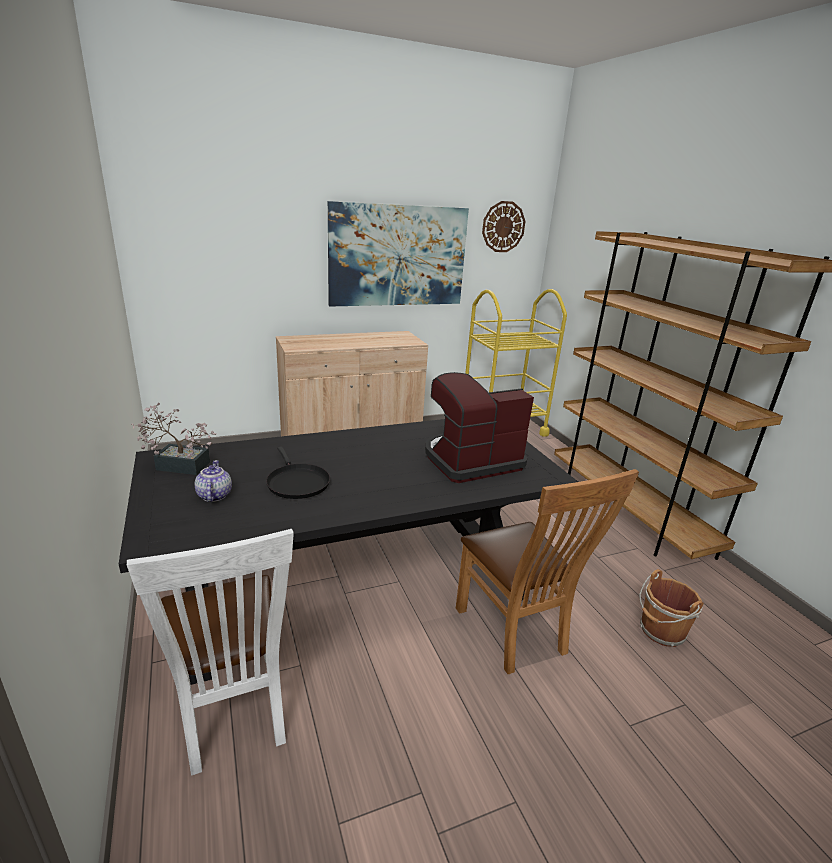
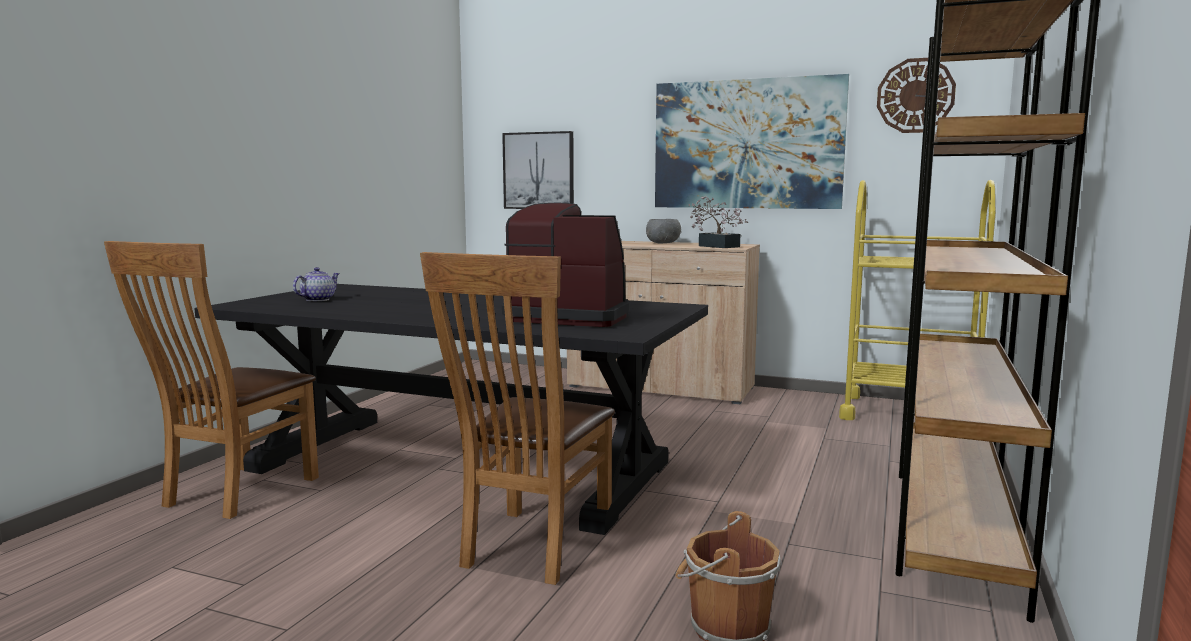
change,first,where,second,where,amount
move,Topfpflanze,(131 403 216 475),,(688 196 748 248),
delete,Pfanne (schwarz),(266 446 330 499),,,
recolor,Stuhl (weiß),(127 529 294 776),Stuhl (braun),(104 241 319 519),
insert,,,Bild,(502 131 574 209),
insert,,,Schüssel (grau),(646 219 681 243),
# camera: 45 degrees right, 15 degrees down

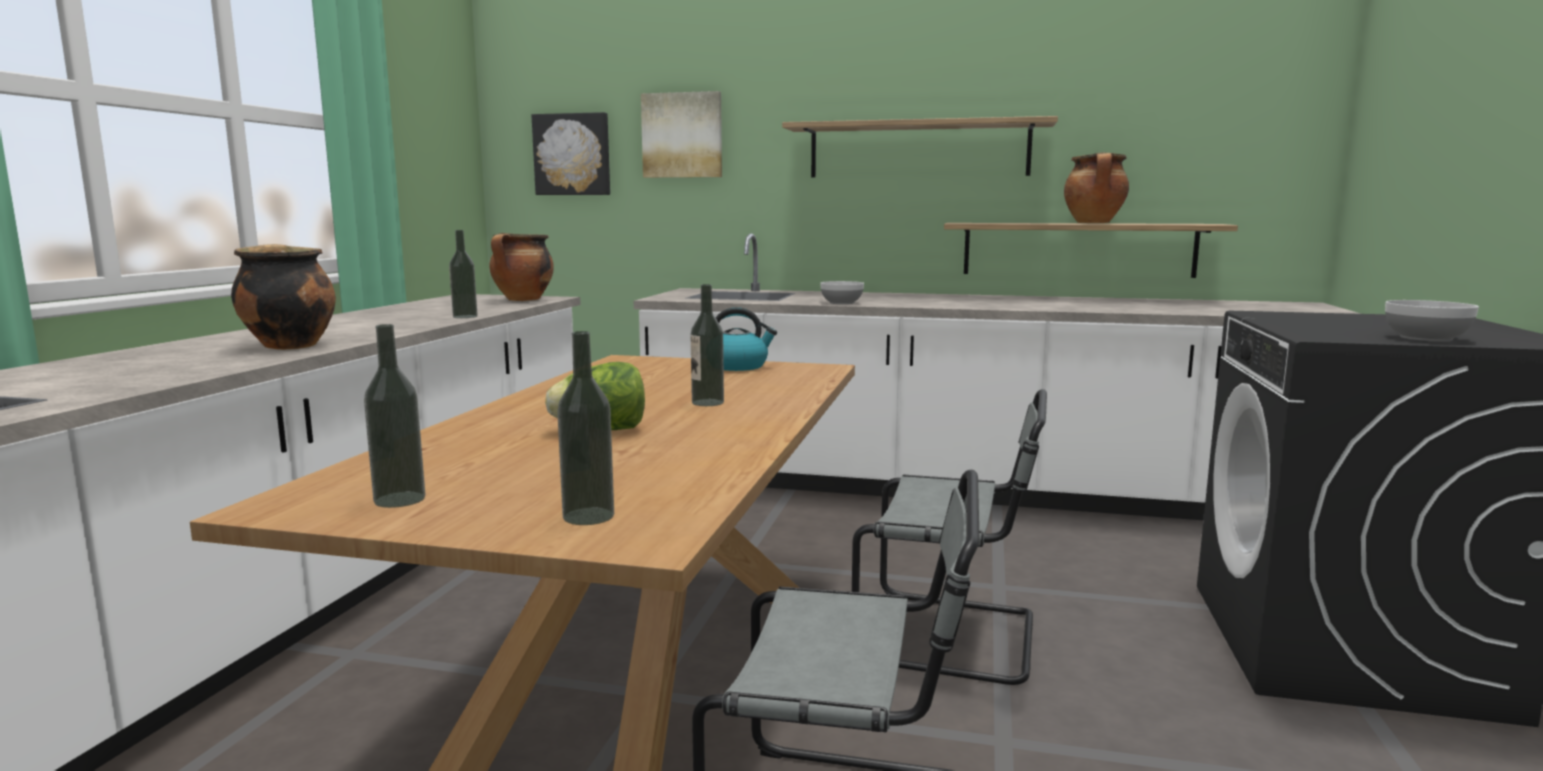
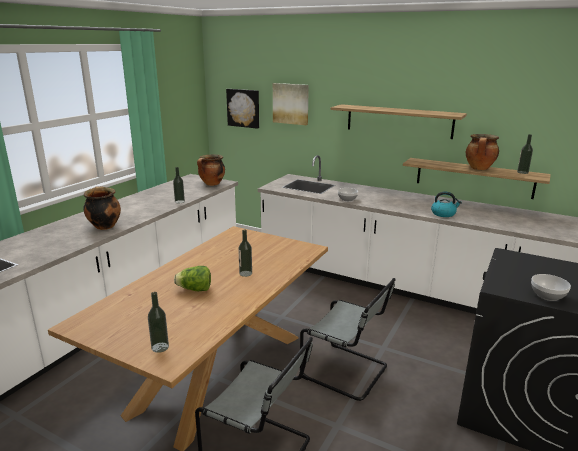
change,first,where,second,where,amount
move,Wasserkessel,(716 307 777 371),,(431 191 462 217),
move,Flasche,(364 324 425 508),,(517 134 533 174),
# camera: 15 degrees right, 10 degrees up

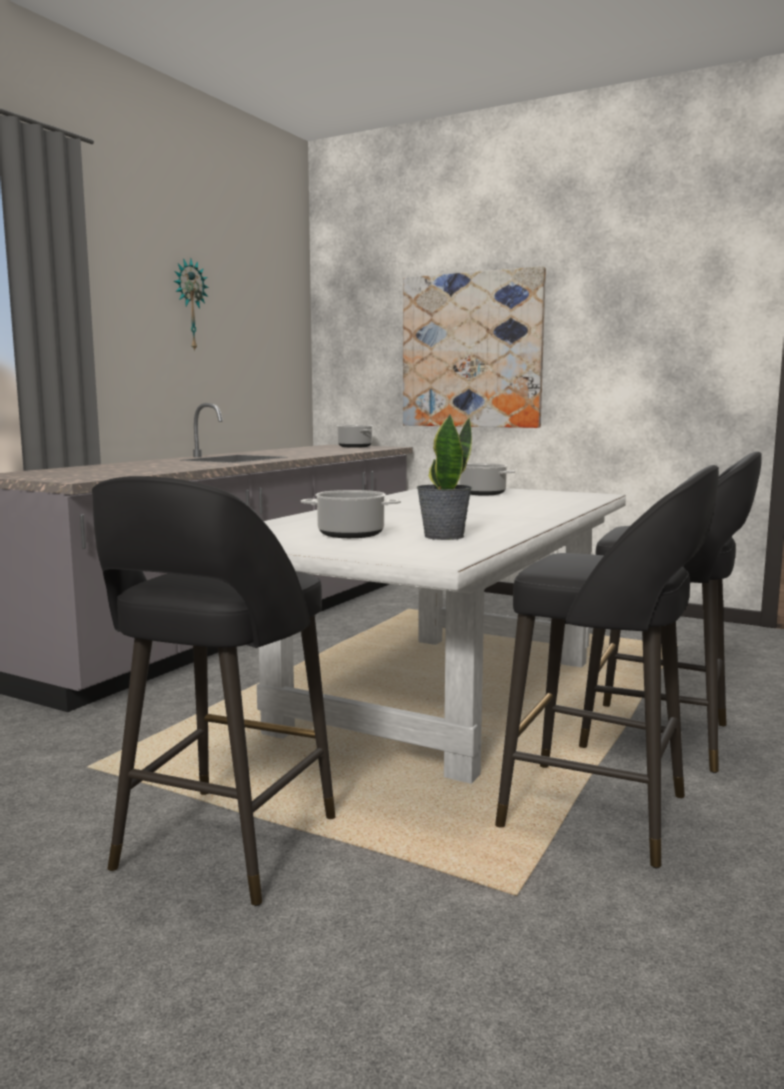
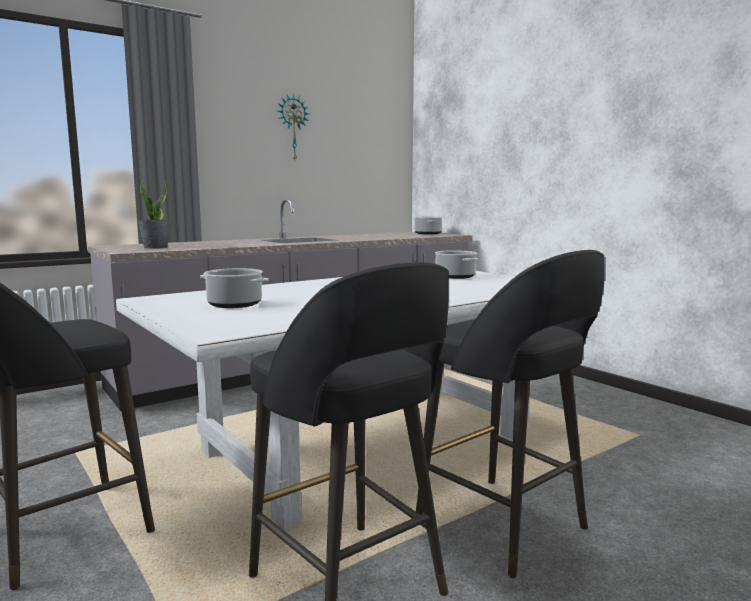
change,first,where,second,where,amount
delete,Bild,(403 266 546 428),,,
move,Topfpflanze,(417 415 472 540),,(138 179 170 249),
# camera: 25 degrees right, 0 degrees up

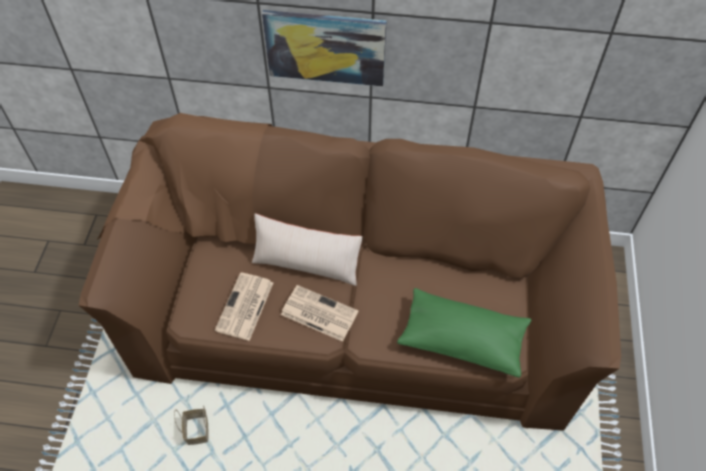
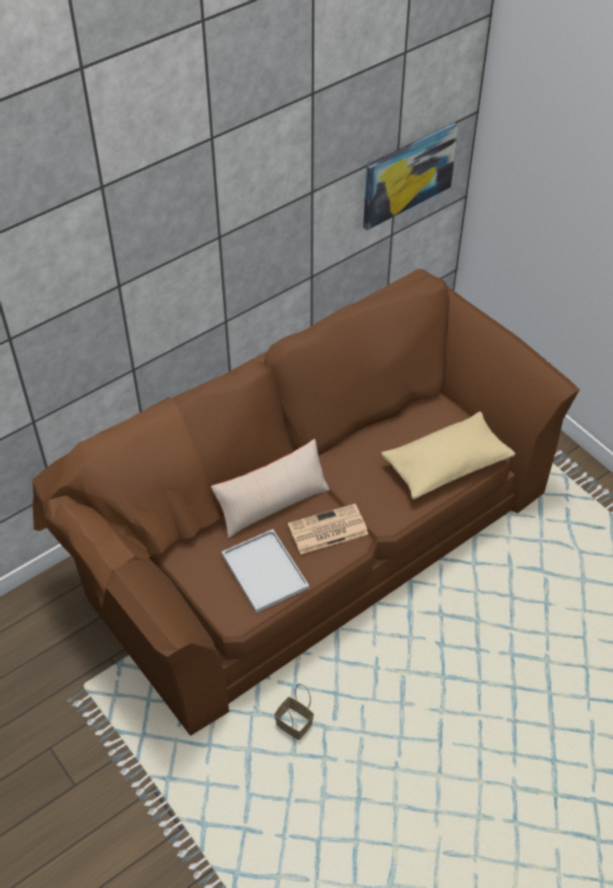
change,first,where,second,where,amount
move,Bild,(262 10 386 86),,(363 123 458 230),
replace,Zeitung,(215 272 273 341),Tablett (weiß),(221 529 309 613),
recolor,Kissen (grün),(397 288 531 378),Kissen (beige),(381 412 515 499),
# camera: 45 degrees left, 5 degrees down

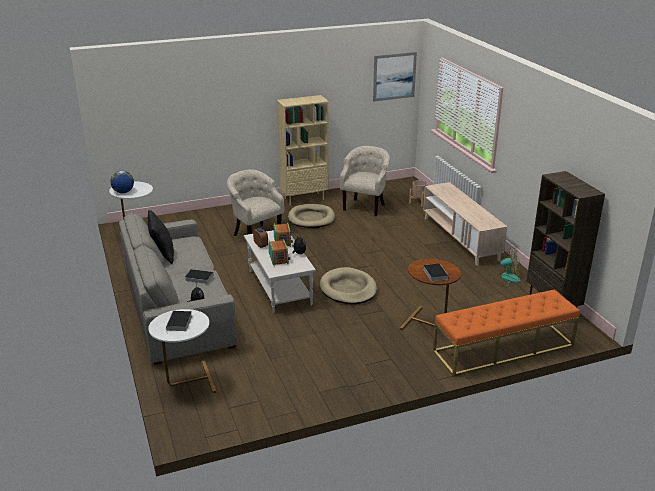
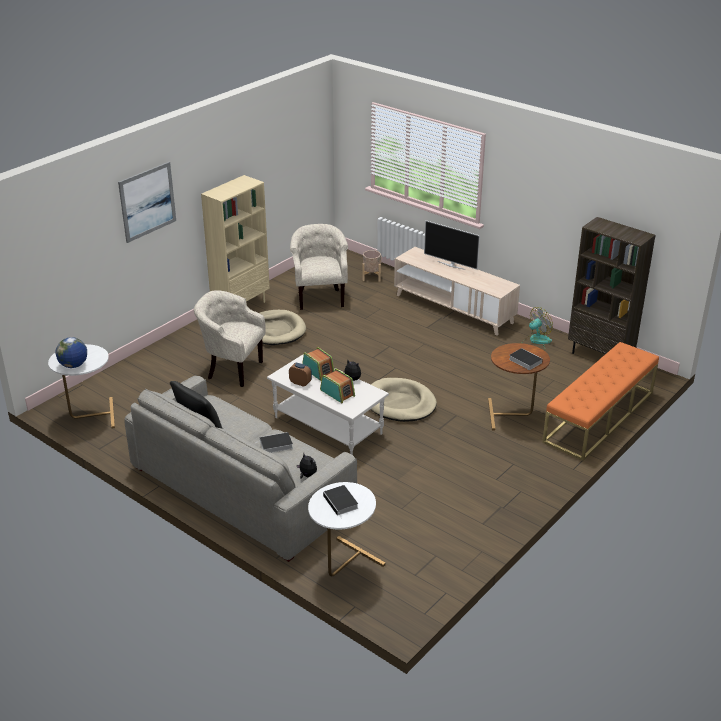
change,first,where,second,where,amount
move,Bild,(373 52 417 102),,(118 162 176 243),
insert,,,Fernseher,(424 220 480 270),
# camera: 30 degrees left, 5 degrees up

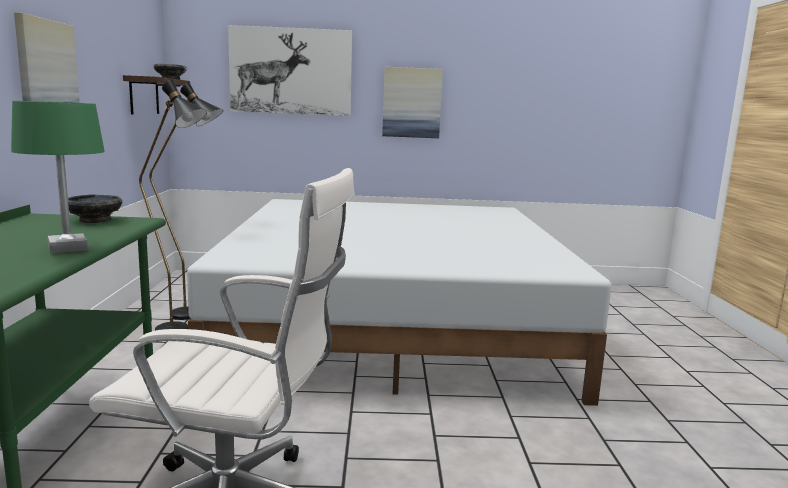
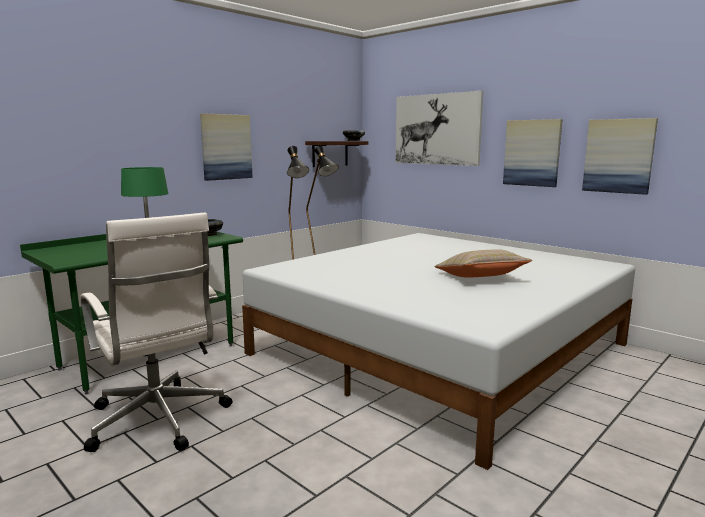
change,first,where,second,where,amount
insert,,,Bild,(582 118 658 195),
insert,,,Kissen (beige),(434 249 532 278),
# camera: 45 degrees right, 0 degrees up

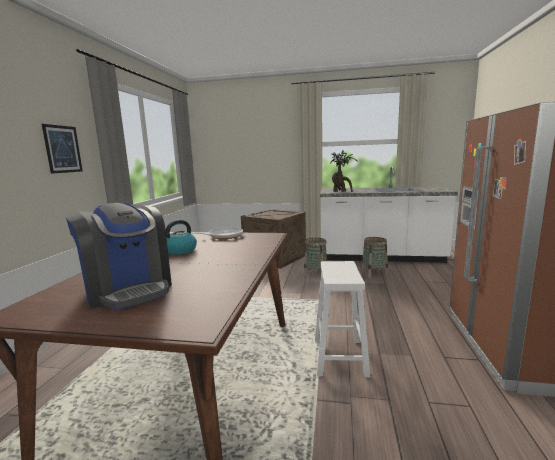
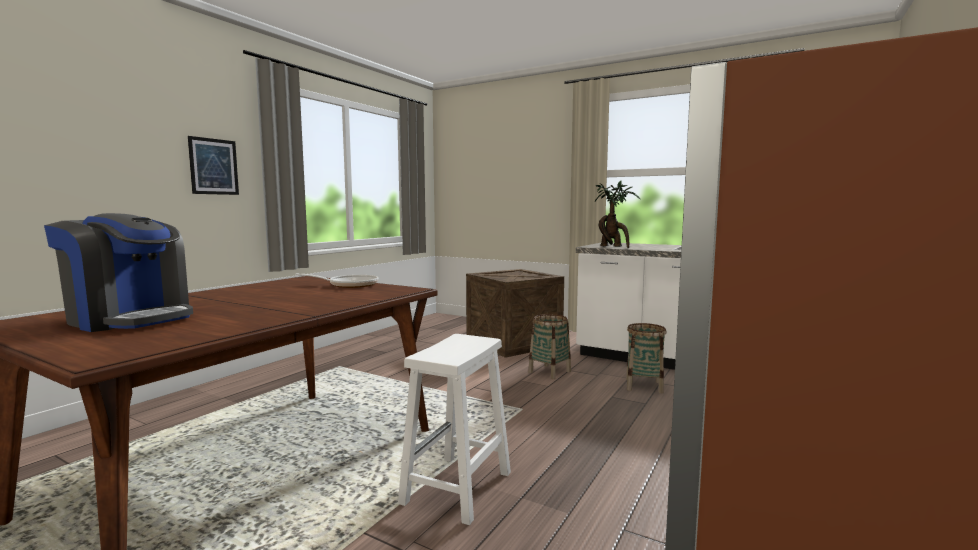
change,first,where,second,where,amount
rotate,Kaffeemaschine,(66 203 172 310),,(44 213 193 332),45 degrees counterclockwise
delete,Wasserkessel,(166 220 197 255),,,
# camera: 20 degrees right, 5 degrees down

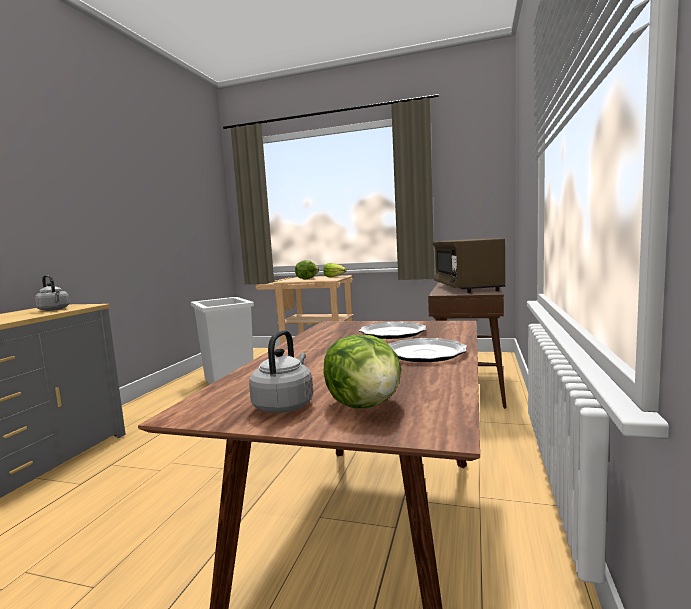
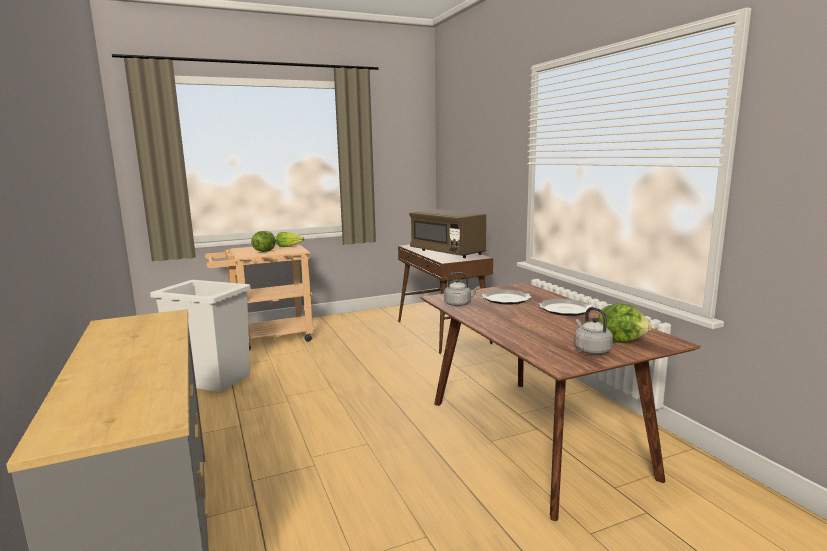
change,first,where,second,where,amount
move,Wasserkessel (grau),(35 275 70 311),,(444 272 479 306),
# camera: 40 degrees left, 5 degrees up

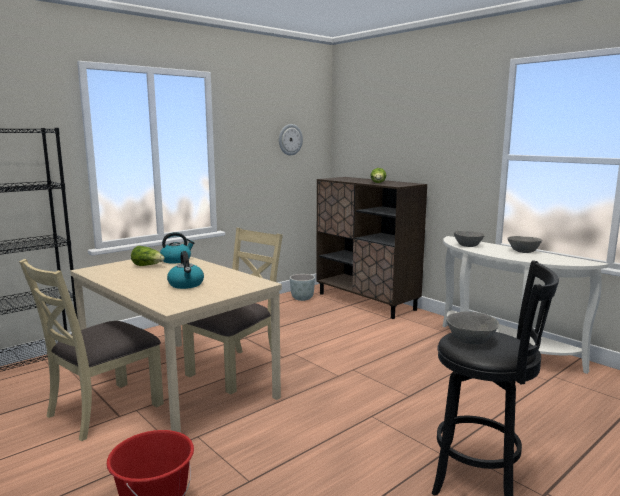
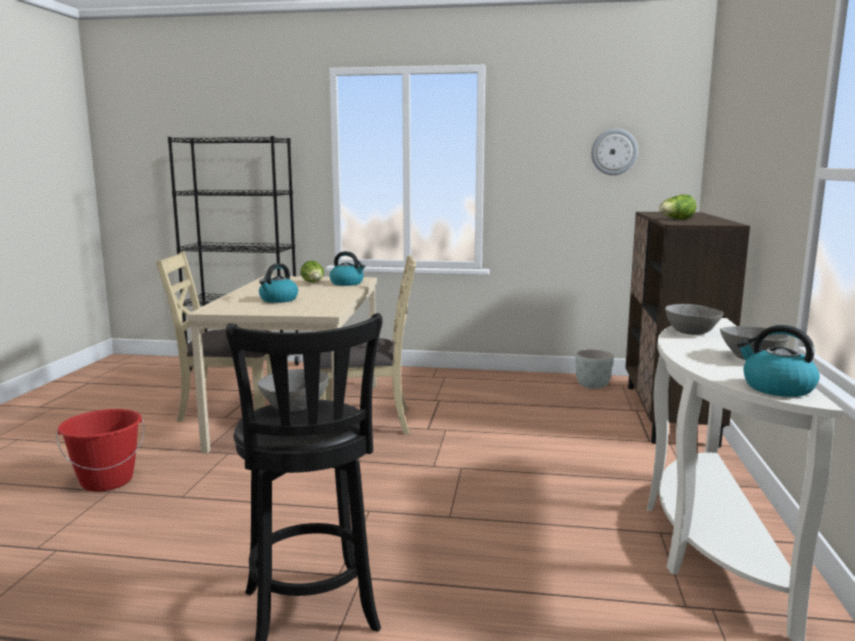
change,first,where,second,where,amount
insert,,,Wasserkessel,(737 325 820 397),
# camera: 50 degrees right, 0 degrees up

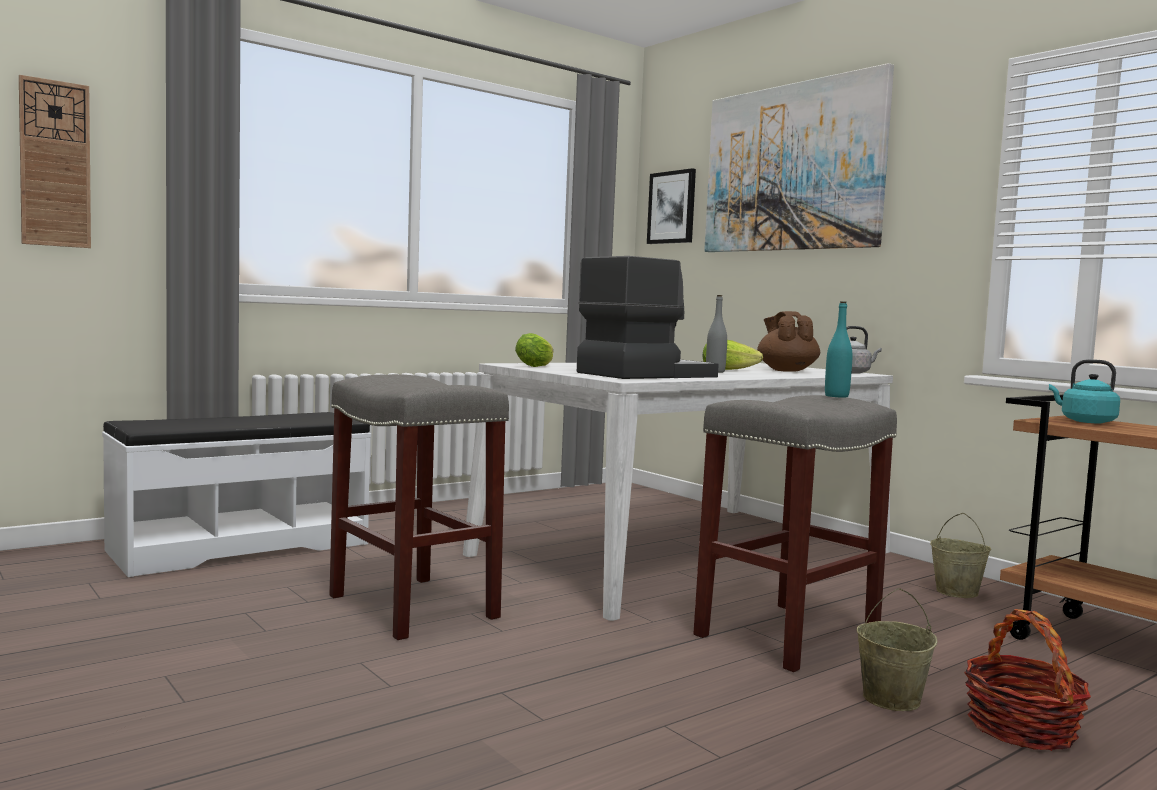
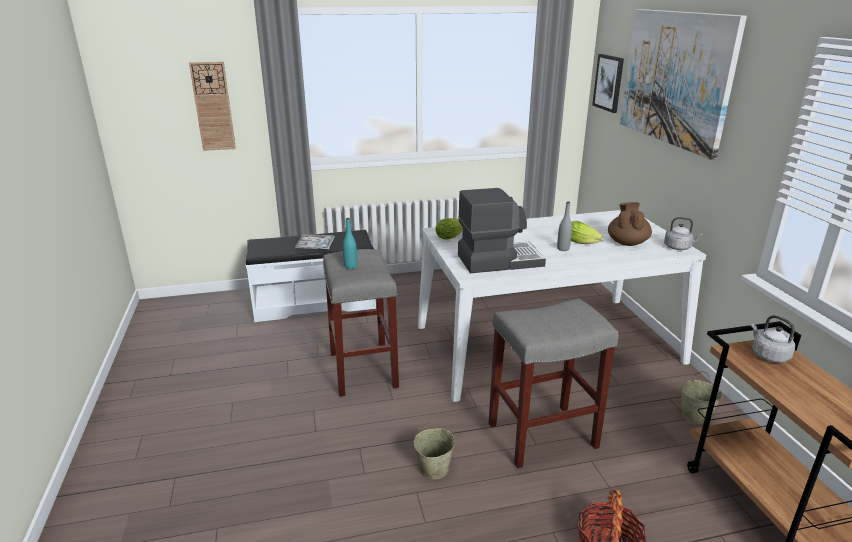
change,first,where,second,where,amount
move,Flasche (türkis),(825 301 852 398),,(343 218 357 269),
recolor,Wasserkessel (türkis),(1049 359 1120 424),Wasserkessel (grau),(751 315 795 363),
move,Eimer (beige),(857 588 937 711),,(414 422 455 479),
insert,,,Tablett,(294 235 335 250),
# camera: 25 degrees right, 20 degrees up

